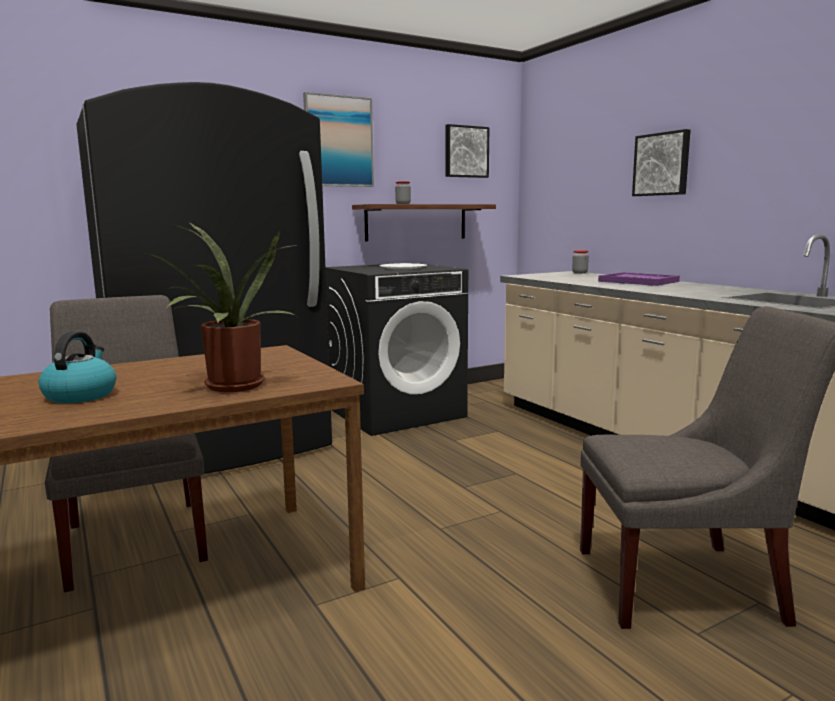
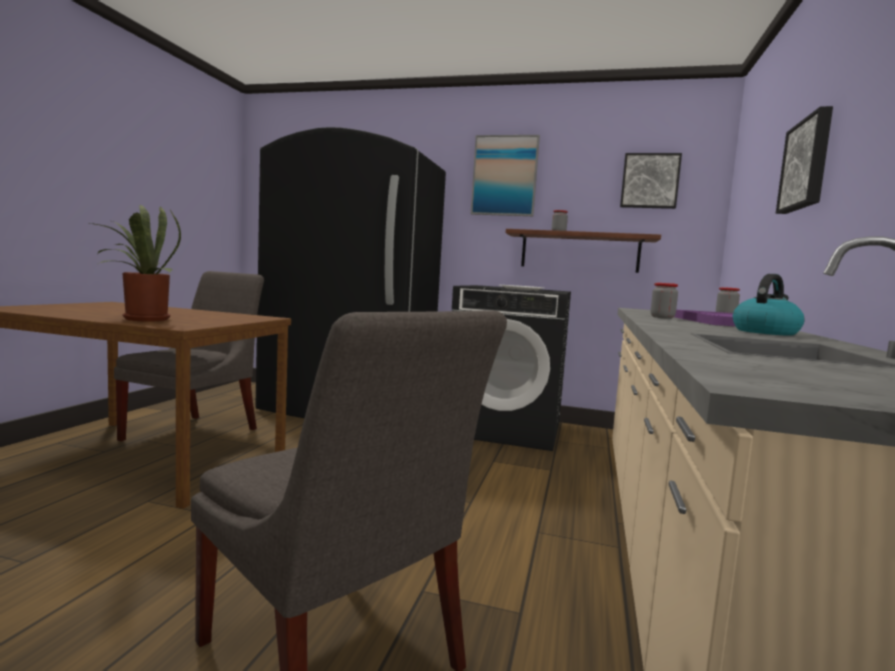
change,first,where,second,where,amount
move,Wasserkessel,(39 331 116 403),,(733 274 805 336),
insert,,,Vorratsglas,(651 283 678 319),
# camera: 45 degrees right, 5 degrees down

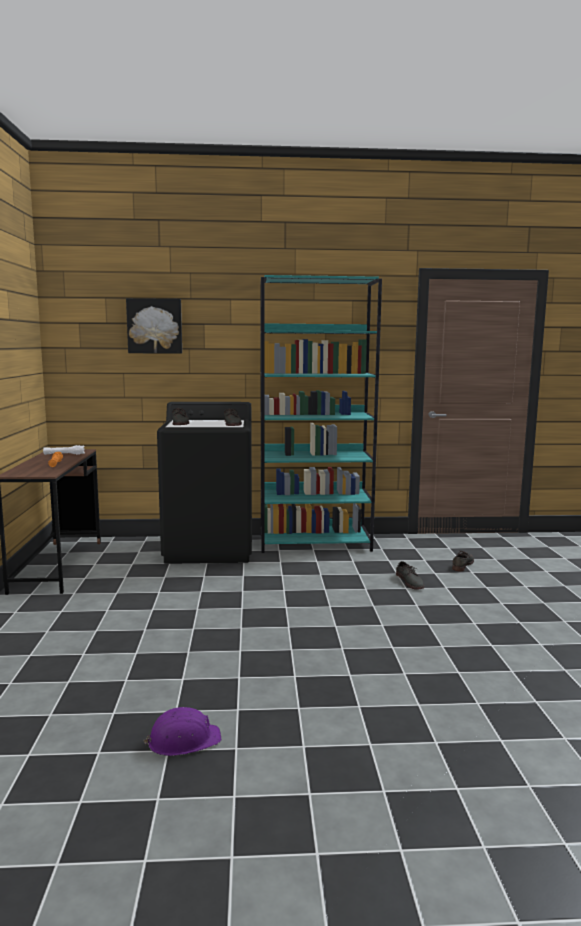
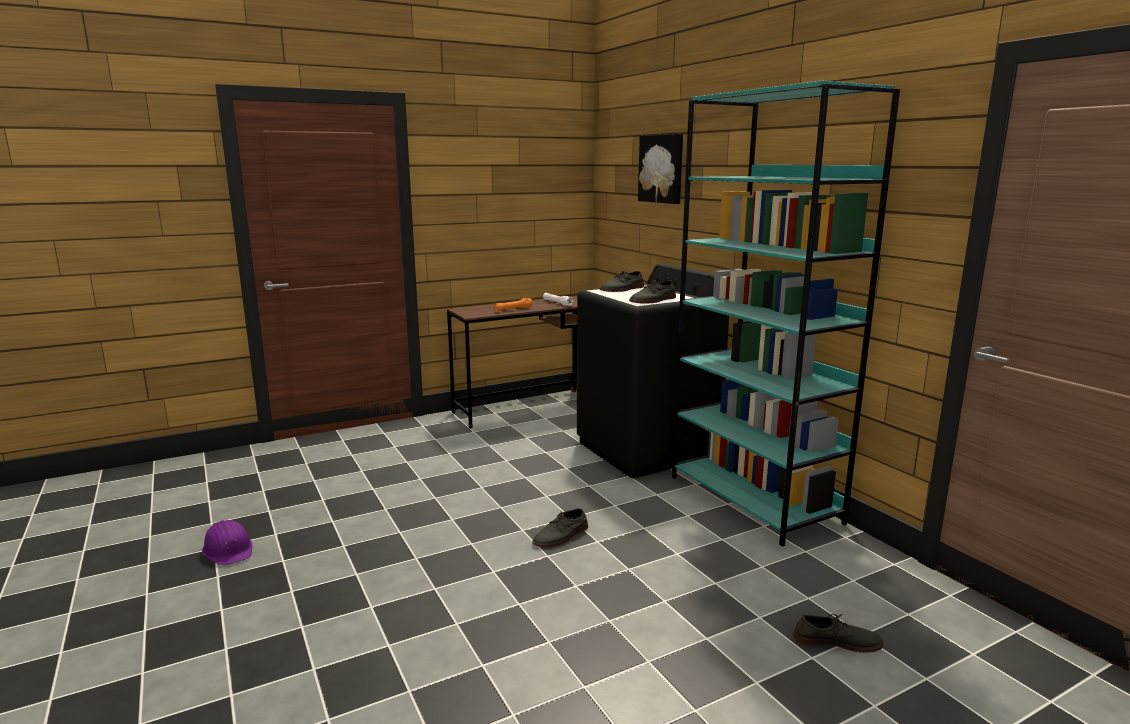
change,first,where,second,where,amount
move,Schuh (grau),(396 561 424 590),,(532 508 588 548),
# camera: 65 degrees right, 5 degrees up

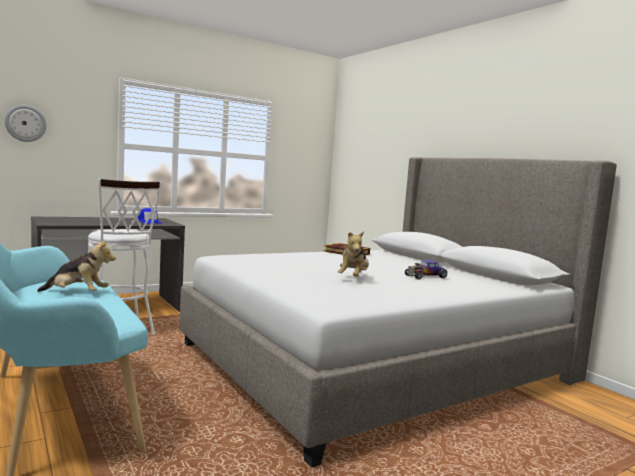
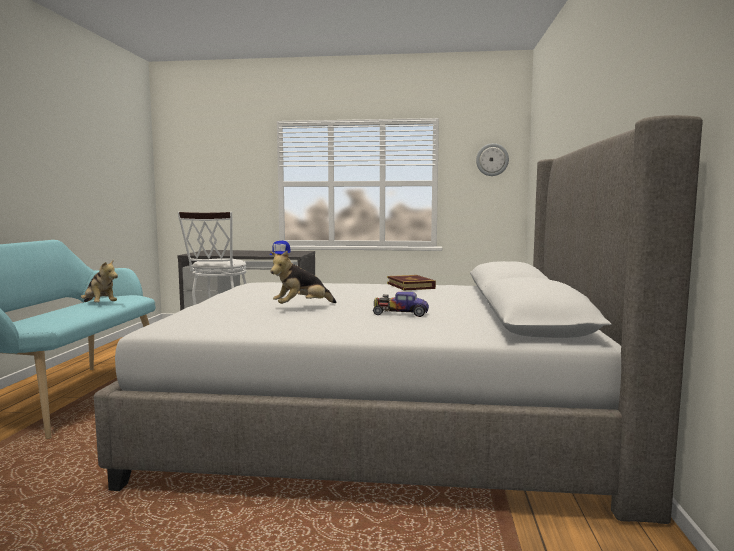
change,first,where,second,where,amount
move,Wanduhr,(5 105 47 142),,(476 143 509 176),
# camera: 40 degrees right, 0 degrees up

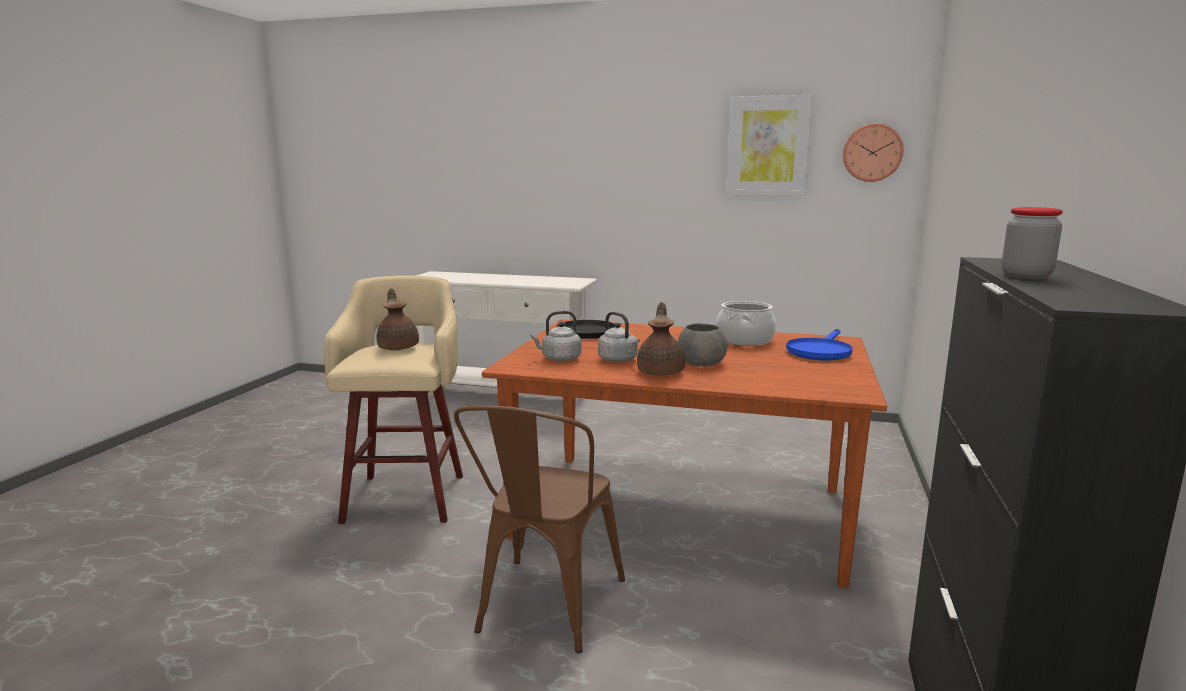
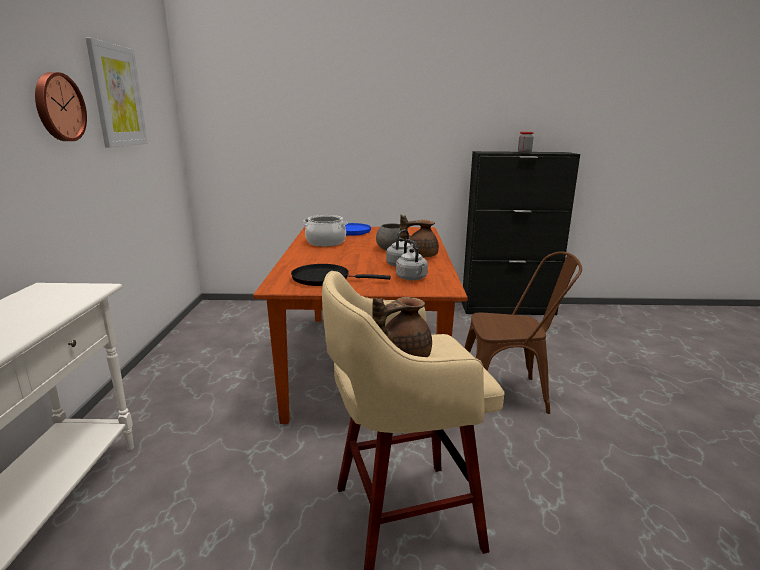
change,first,where,second,where,amount
move,Wanduhr,(843 124 903 182),,(35 72 87 141),
# camera: 105 degrees left, 5 degrees up

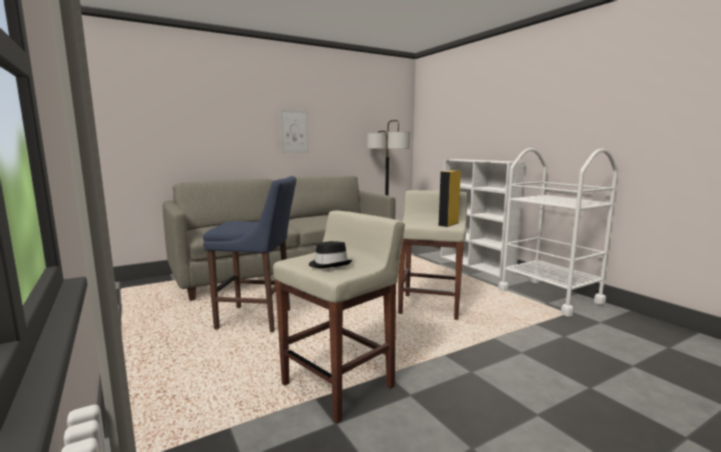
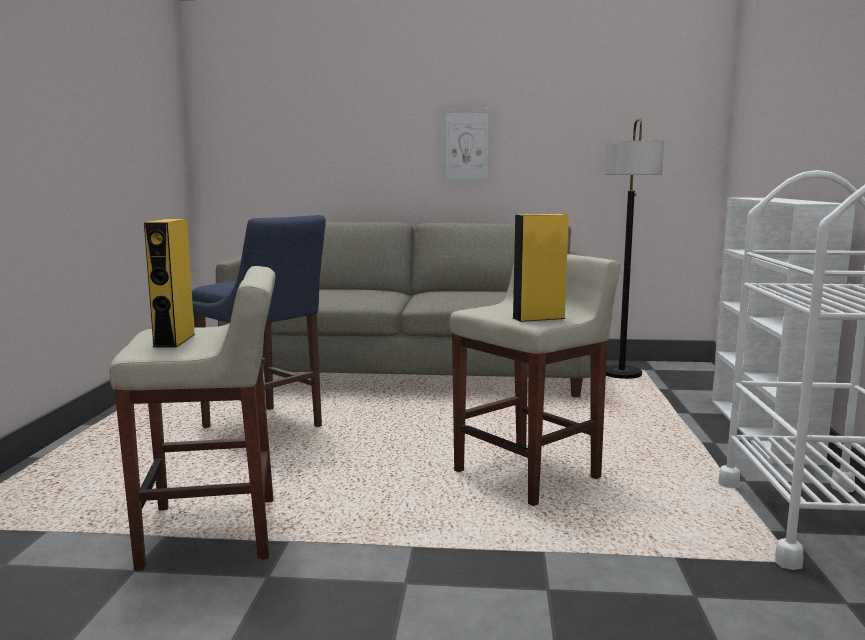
change,first,where,second,where,amount
replace,Hut (schwarz),(309 241 352 268),Lautsprecher (gelb),(144 219 196 348),
# camera: 35 degrees right, 0 degrees up

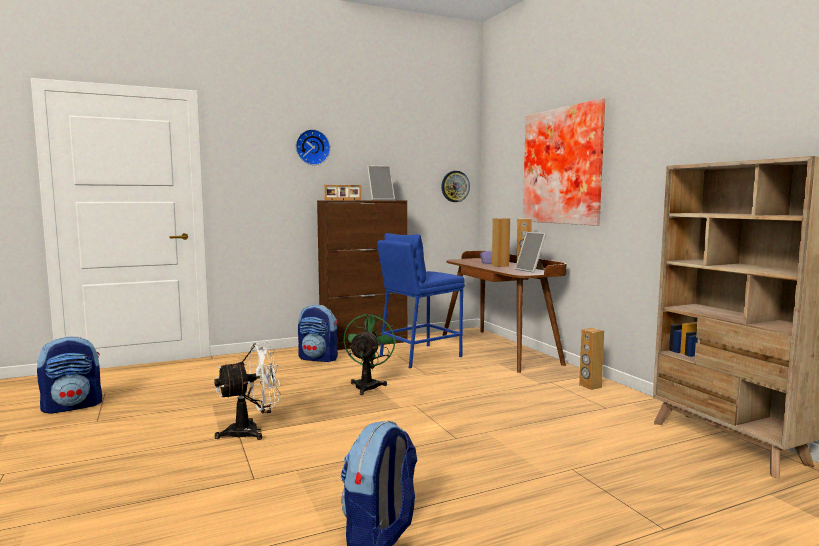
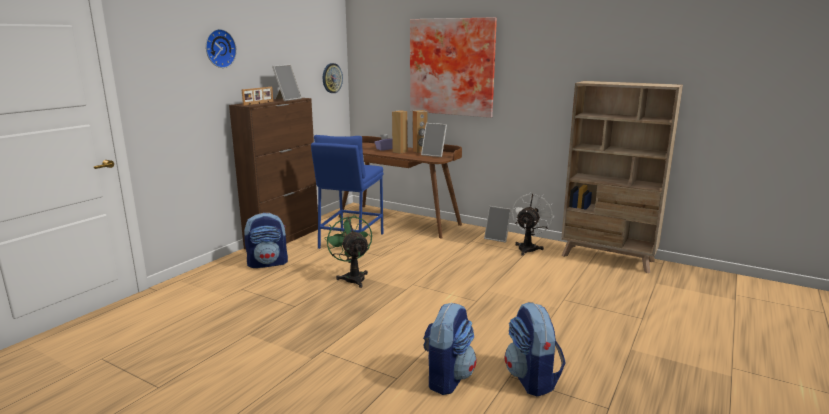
change,first,where,second,where,amount
replace,Lautsprecher (braun),(579 328 604 390),Bilderrahmen,(484 206 512 243),
move,Rucksack,(37 336 102 414),,(423 303 477 395),
move,Ventilator (weiß),(214 342 280 440),,(512 192 554 256),
# camera: 35 degrees left, 10 degrees up

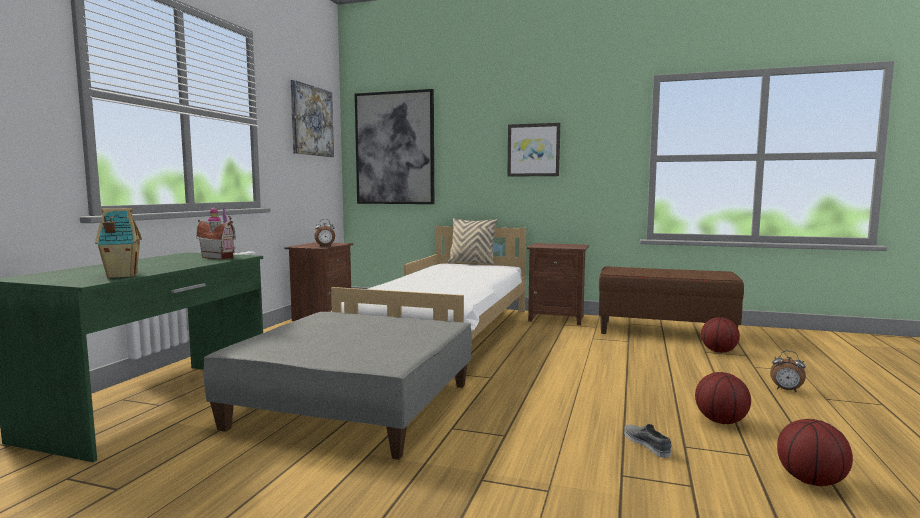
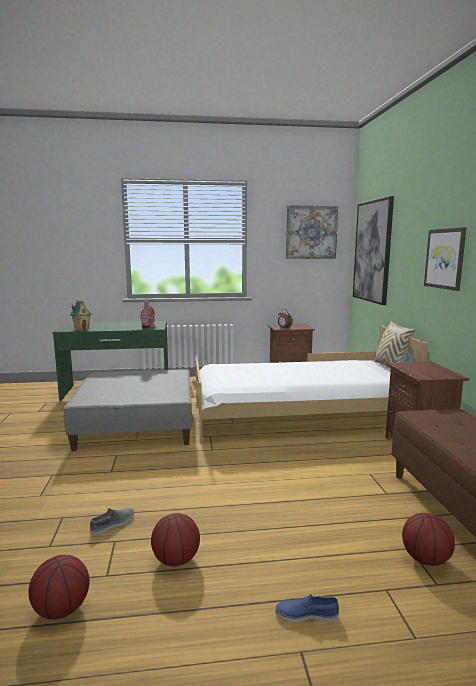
change,first,where,second,where,amount
replace,Wecker,(770 351 806 393),Schuh (blau),(275 594 339 622),
# camera: 65 degrees right, 5 degrees up

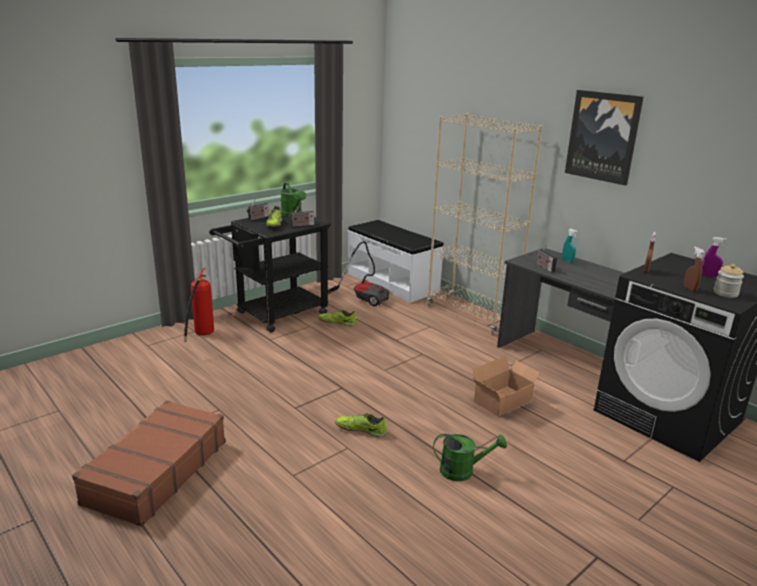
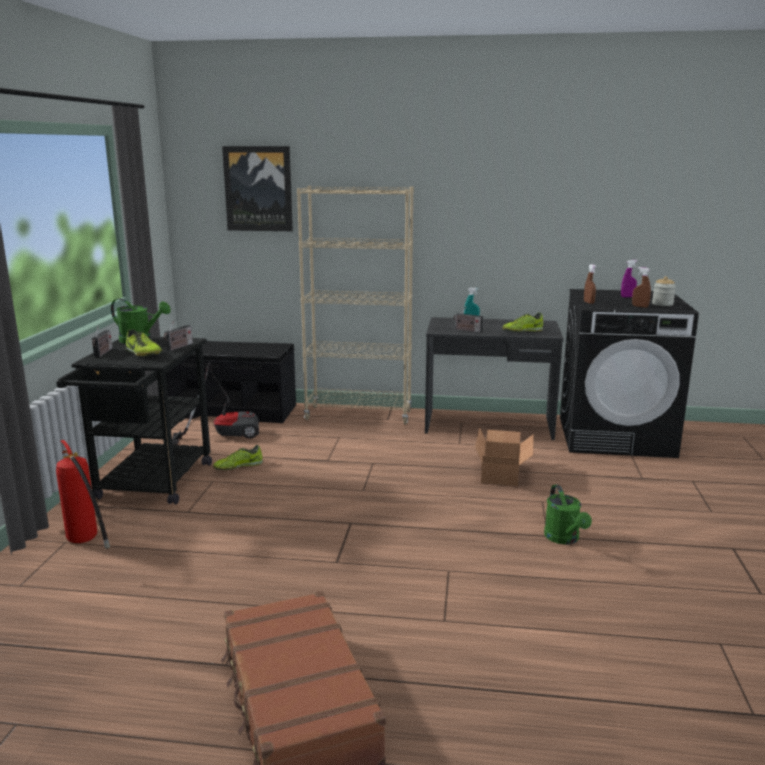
change,first,where,second,where,amount
move,Bild,(565 90 643 186),,(222 146 293 231),
recolor,Bank (weiß),(348 220 444 303),Bank (schwarz),(166 341 296 423),
move,Schuh,(335 413 387 437),,(502 312 543 332),
rotate,Gießkanne (grün),(433 434 507 481),,(544 485 592 545),120 degrees clockwise
# camera: 40 degrees left, 5 degrees down

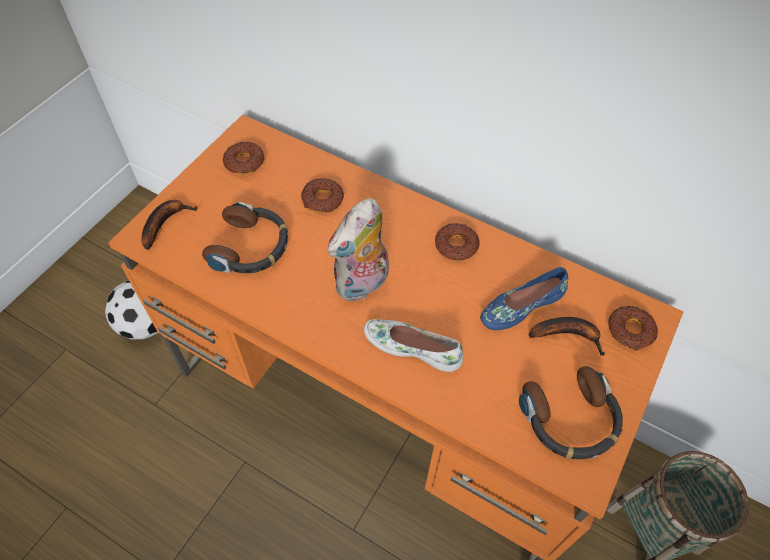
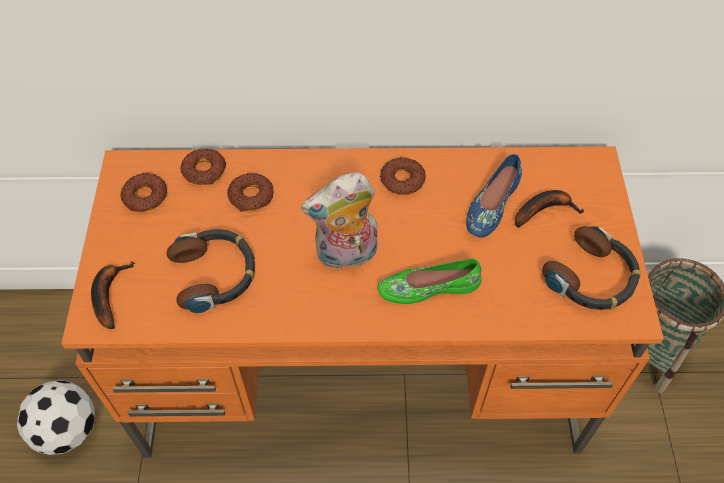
change,first,where,second,where,amount
rotate,Plüschtier,(328 198 389 301),,(301 172 378 269),60 degrees clockwise
move,Donut,(608 306 658 351),,(180 149 226 185),
recolor,Schuh (weiß),(364 319 463 372),Schuh (grün),(377 259 482 304),
# camera: 30 degrees left, 0 degrees up

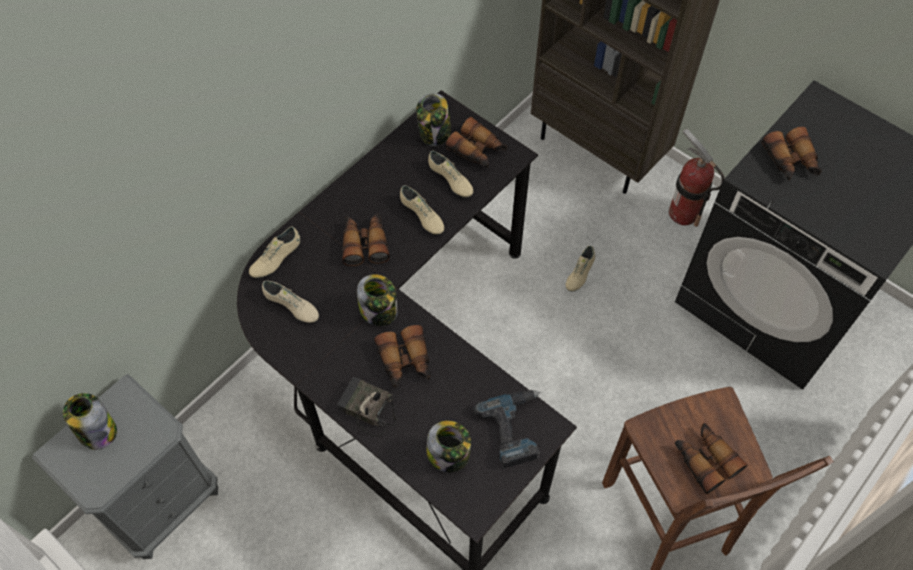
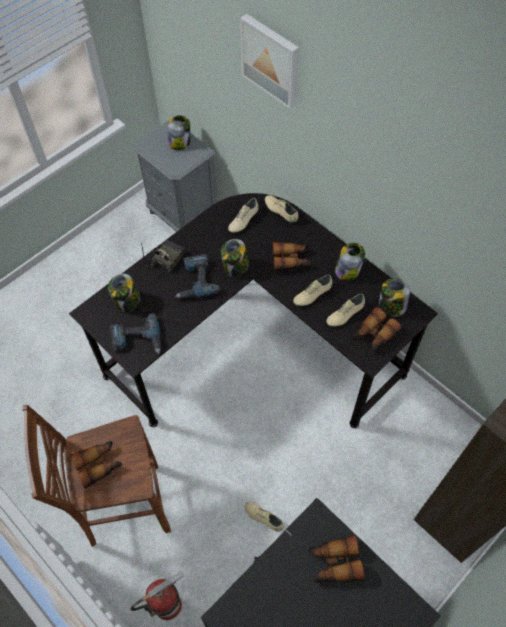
change,first,where,second,where,amount
move,Feuerlöscher,(669 129 725 227),,(131 570 184 620),
move,Schuh (beige),(566 246 595 291),,(245 502 284 531),
replace,Fernglas,(374 325 431 388),Bohrmaschine,(175 254 220 298),
insert,,,Bild,(240 14 299 109),
insert,,,Vorratsglas,(335 243 365 281),
# camera: 95 degrees right, 0 degrees up

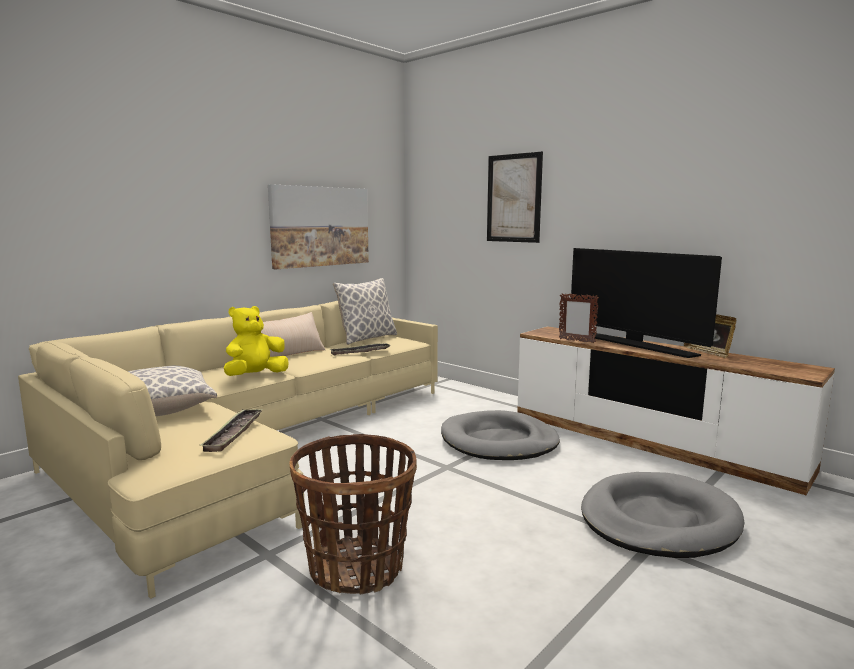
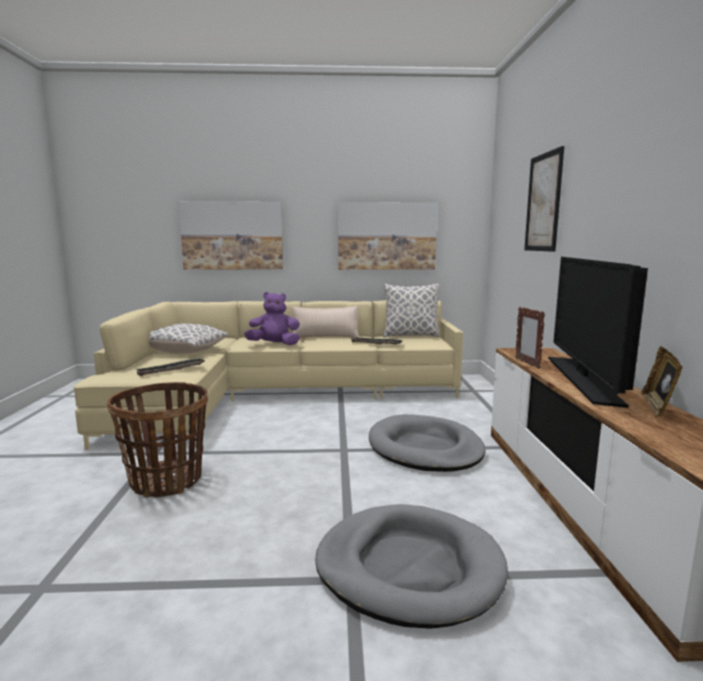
change,first,where,second,where,amount
recolor,Plüschtier (gelb),(224 306 289 376),Plüschtier (lila),(244 292 300 345),
insert,,,Bild,(179 201 283 270),
# camera: 45 degrees right, 0 degrees up

